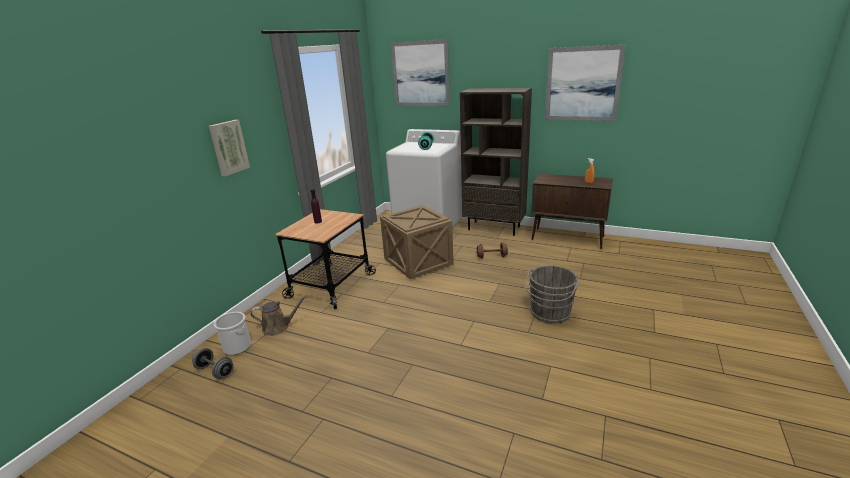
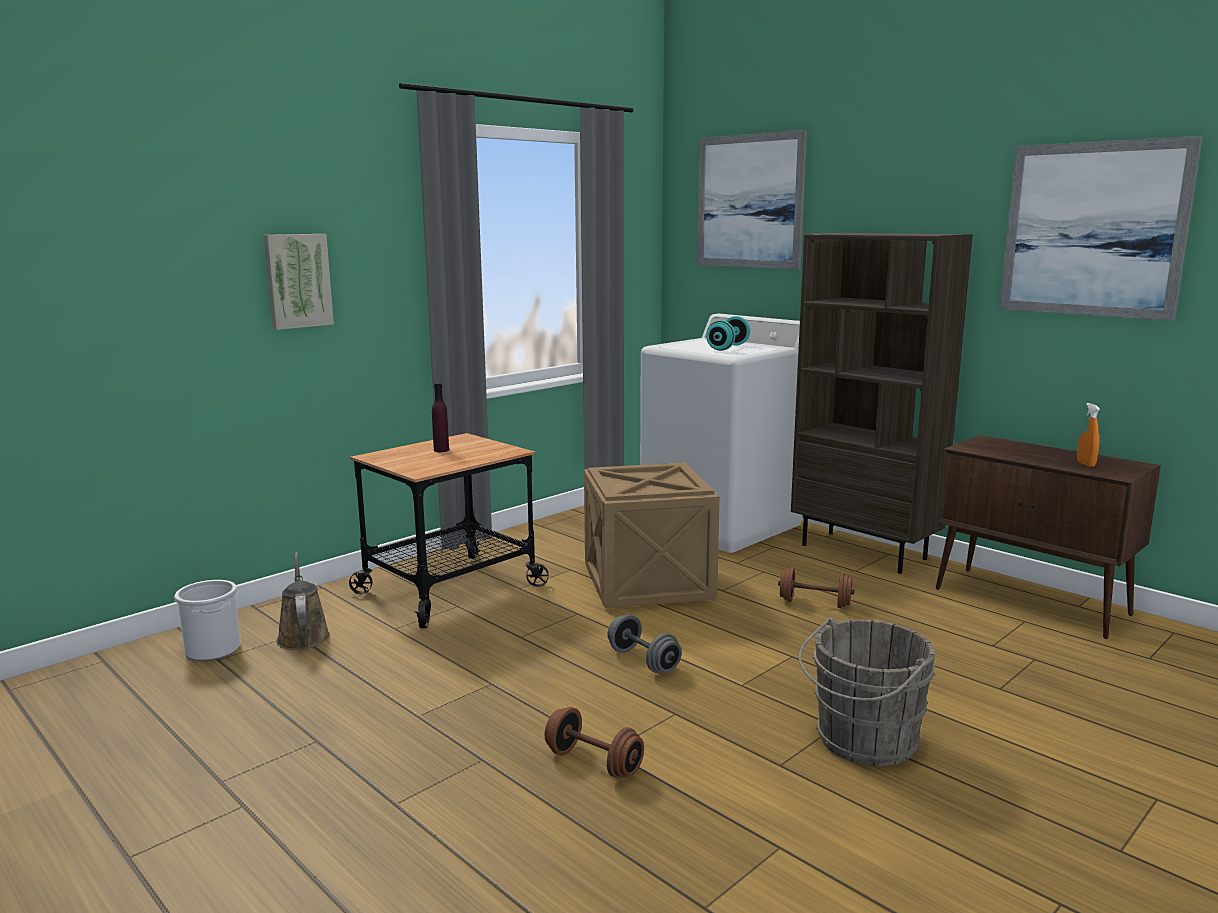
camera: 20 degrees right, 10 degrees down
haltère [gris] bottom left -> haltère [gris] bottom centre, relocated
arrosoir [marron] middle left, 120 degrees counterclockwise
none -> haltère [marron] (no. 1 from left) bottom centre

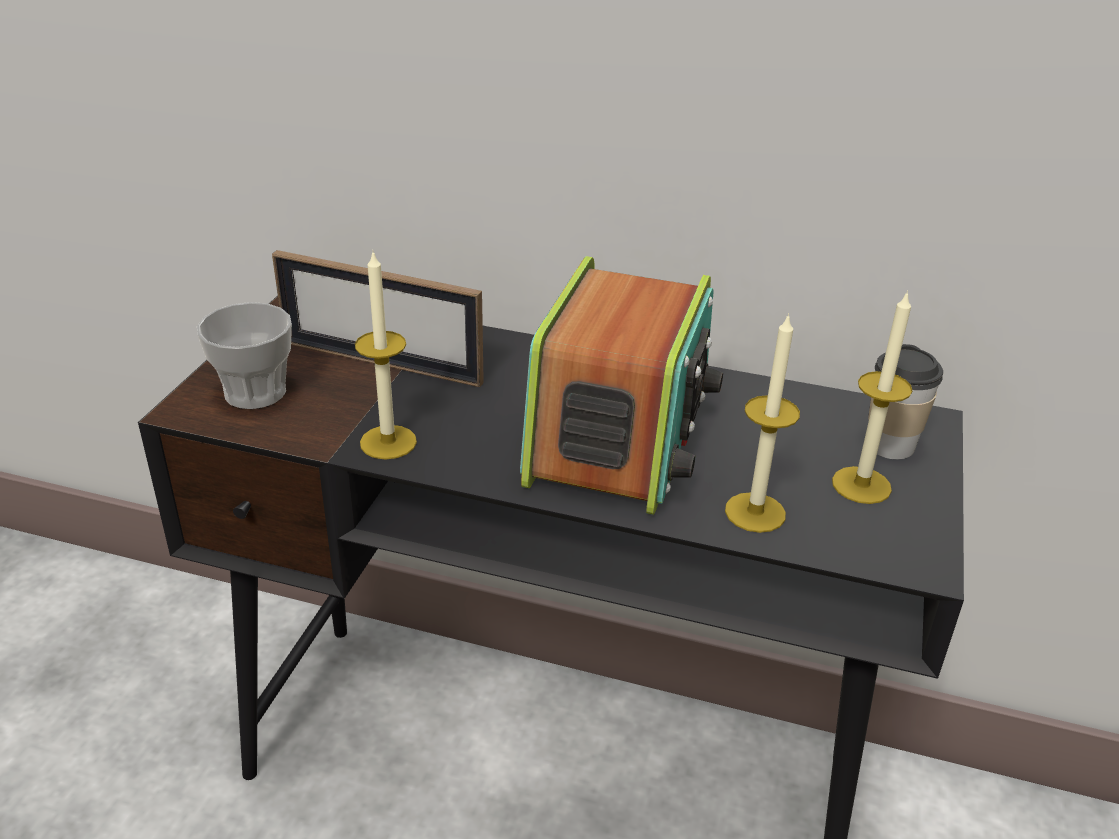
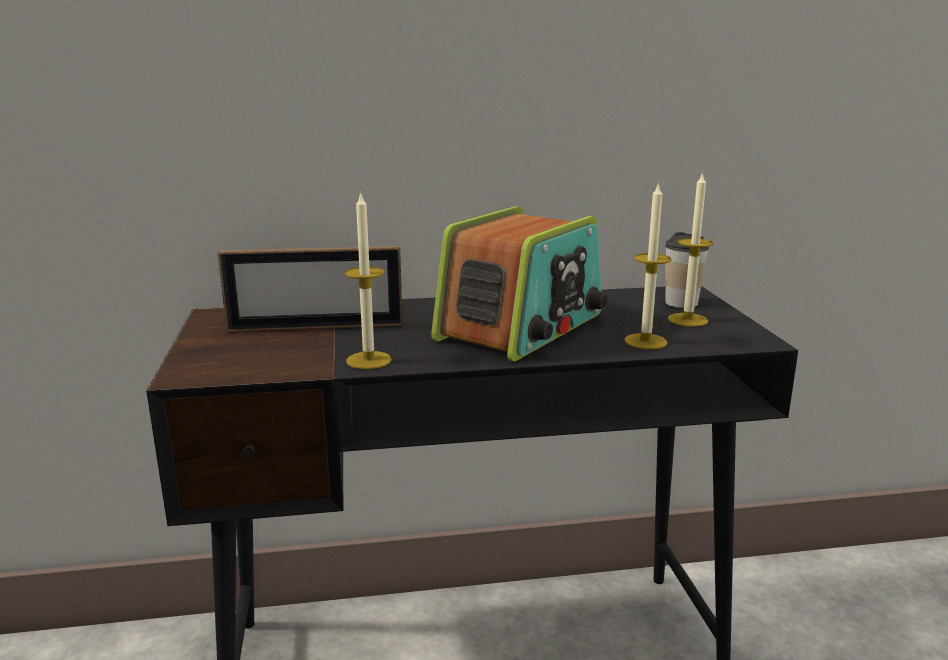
camera: 25 degrees left, 15 degrees down
tasse (no. 1 from left) middle left -> none
radio centre, 45 degrees clockwise

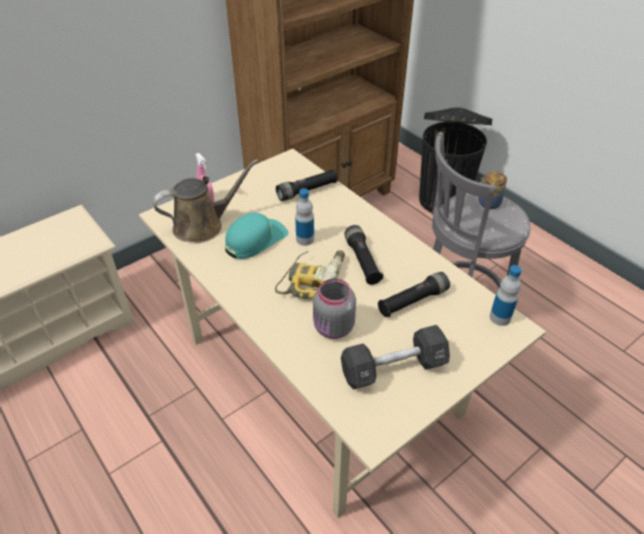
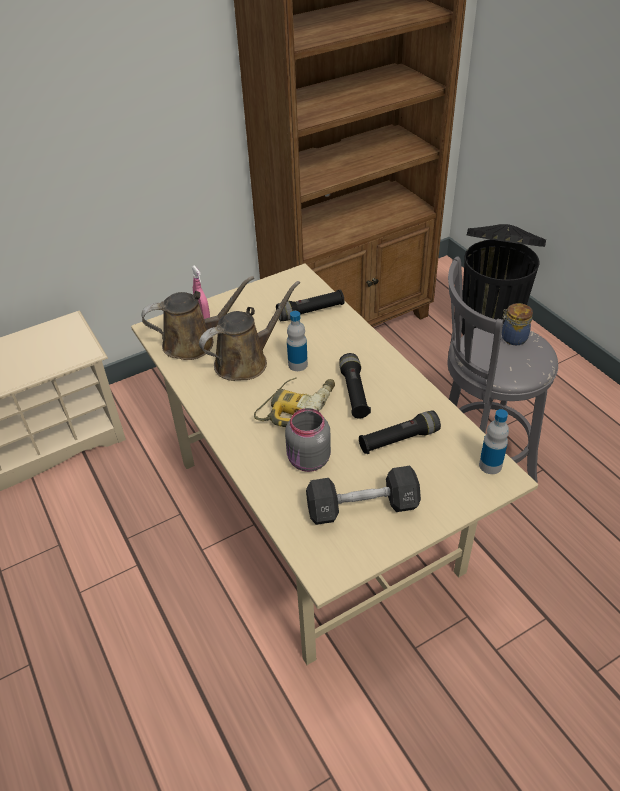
camera: 10 degrees right, 0 degrees up
casquette [turquoise] centre -> arrosoir [marron] (no. 2 from left) centre

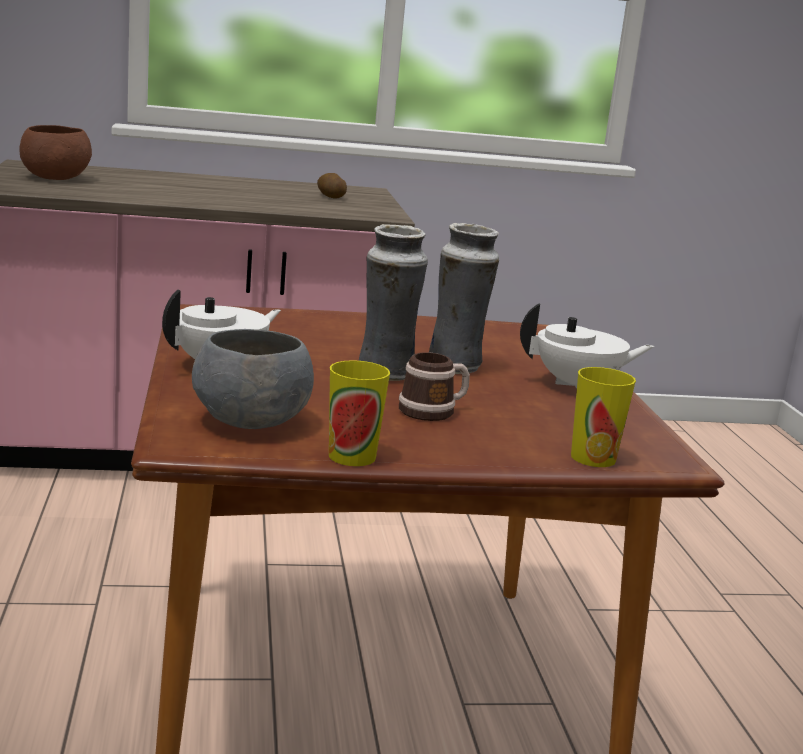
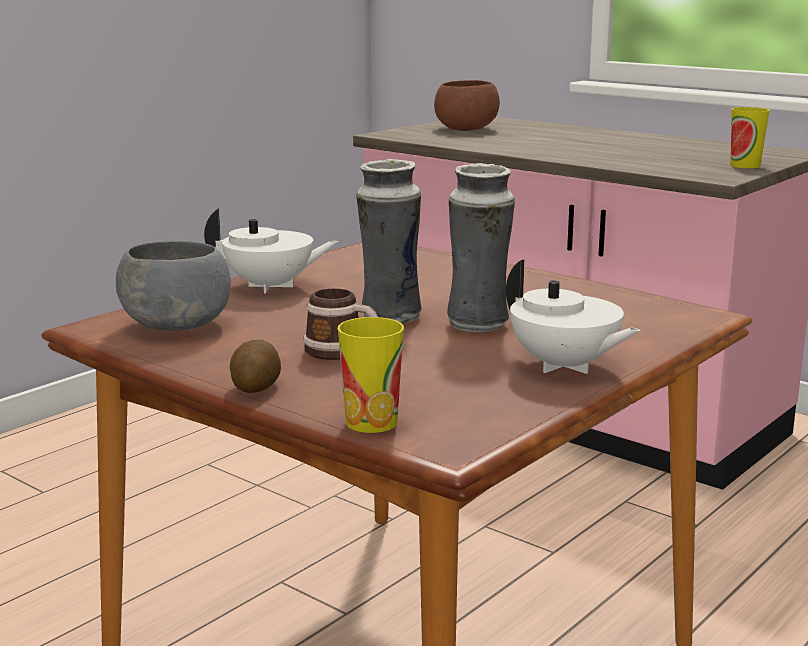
camera: 50 degrees right, 0 degrees up
pomme de terre top centre -> pomme de terre middle left, relocated
tasse (no. 1 from left in the first image) centre -> tasse (no. 2 from left) top right, relocated

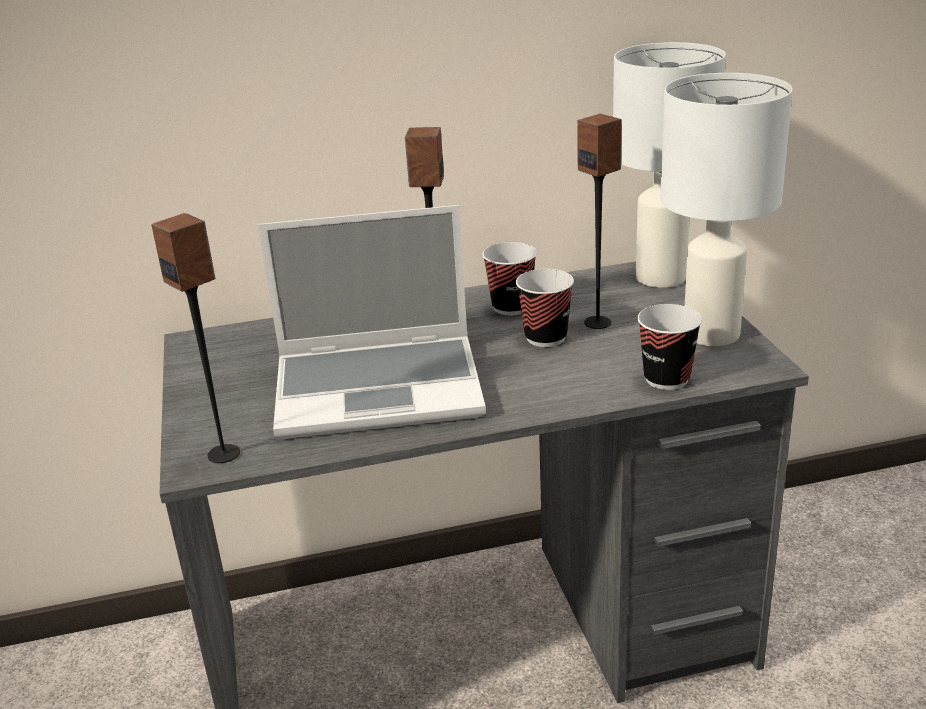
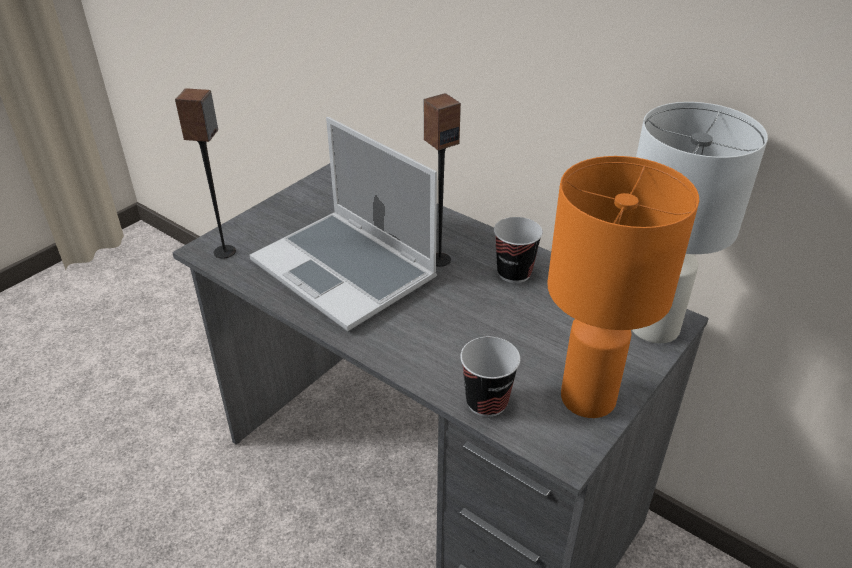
camera: 50 degrees right, 10 degrees up
tasse (no. 2 from left) centre -> none
enceinte (no. 3 from left) top centre -> none
lampe de table [blanc] (no. 2 from left) top right -> lampe de table [orange] middle right

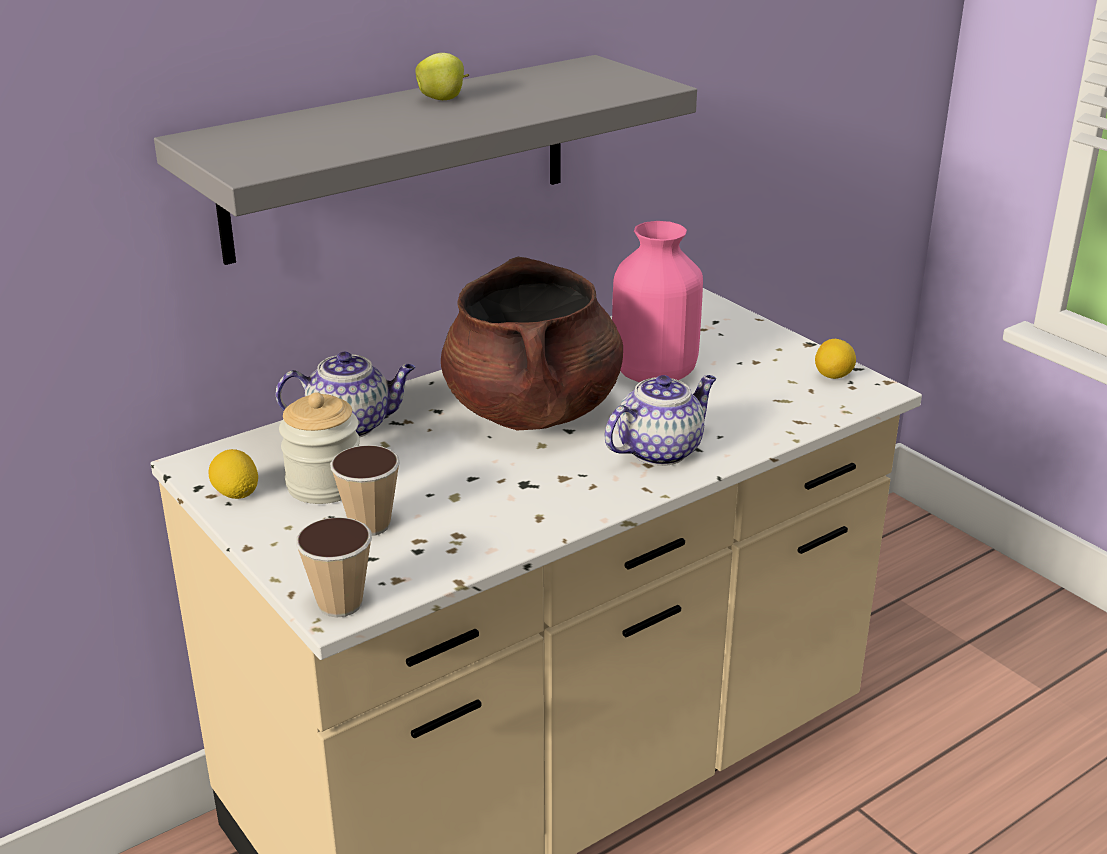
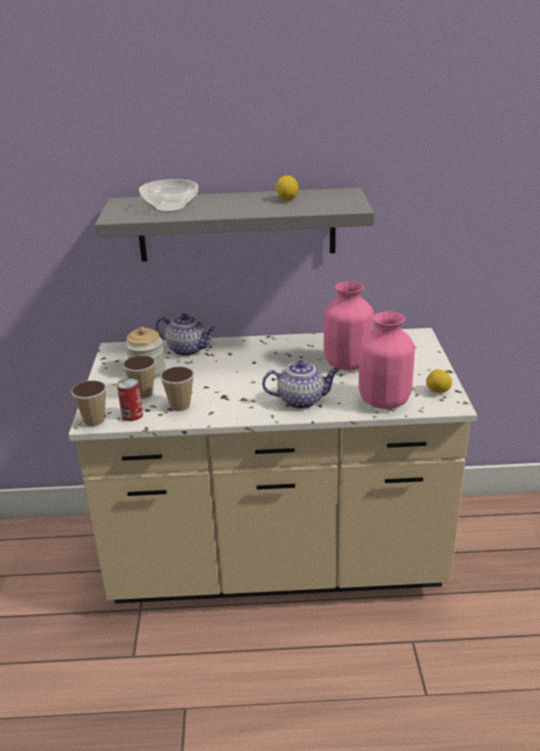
camera: 35 degrees right, 0 degrees up
citron (no. 1 from left) middle left -> citron (no. 1 from left) top centre, relocated
pomme top centre -> none
marmite [marron] centre -> none
none -> boîte métallique middle left
none -> bol top left
none -> tasse (no. 3 from left) middle left
none -> vase [rose] (no. 2 from left) middle right

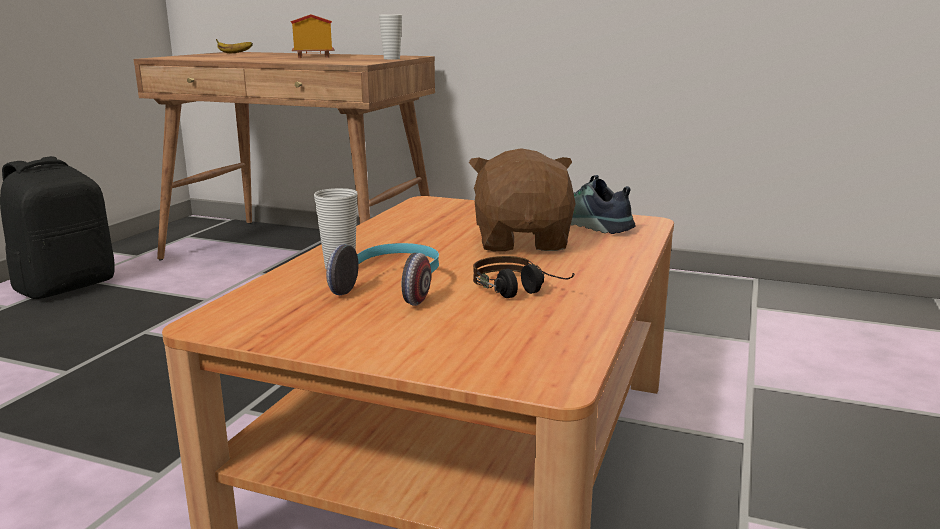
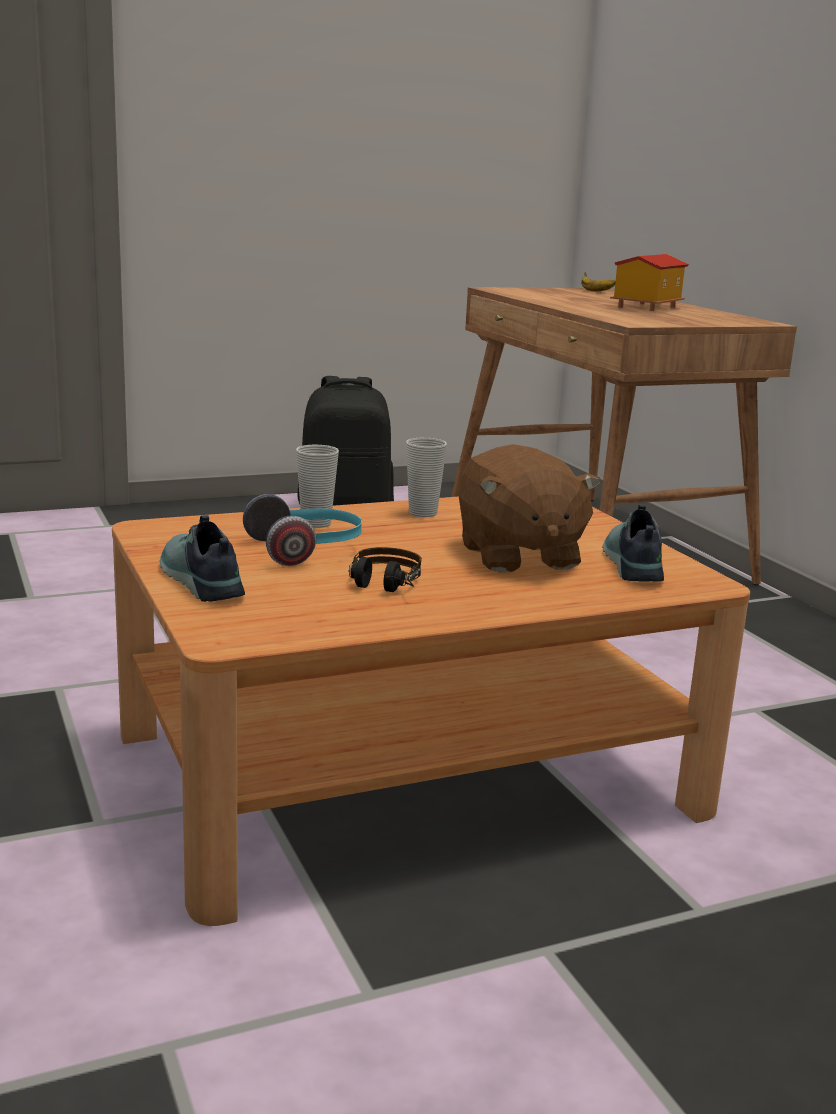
camera: 45 degrees right, 0 degrees up
tasse (no. 2 from left) top centre -> tasse (no. 2 from left) centre, relocated
peluche [marron] centre, 120 degrees clockwise
none -> chaussure (no. 1 from left) middle left

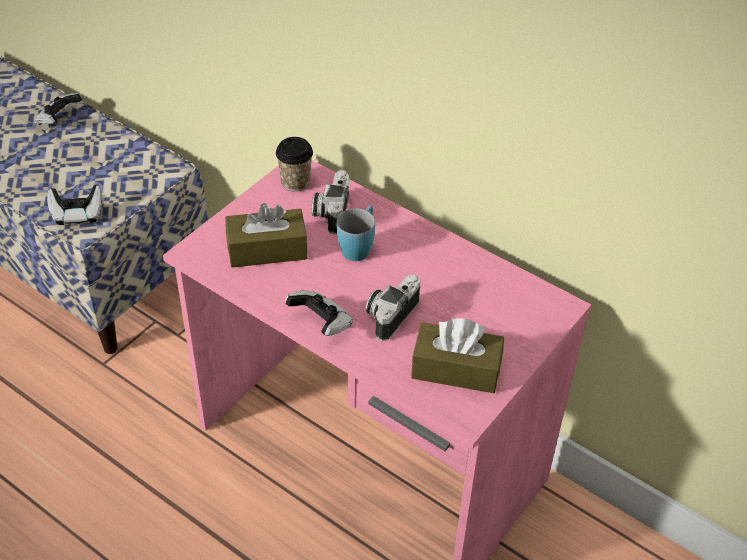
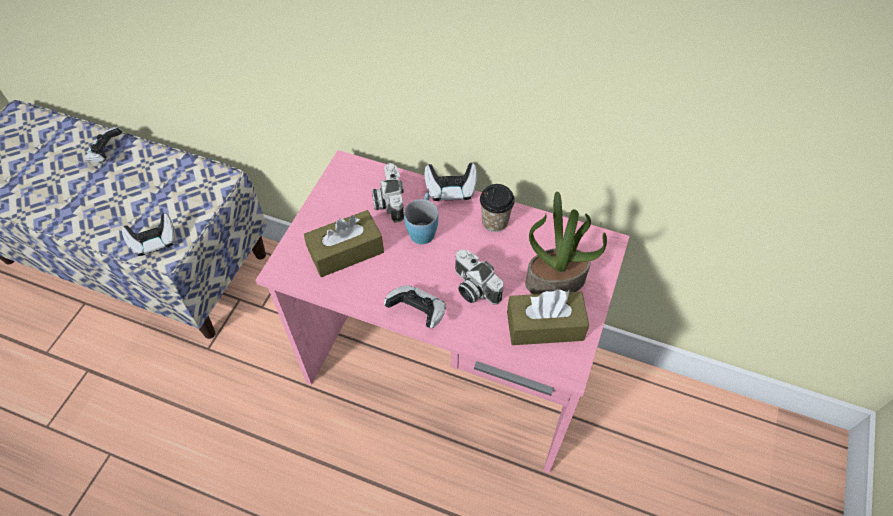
camera: 15 degrees left, 10 degrees up
tasse top centre -> tasse centre, relocated
appareil photo (no. 2 from left) centre, 60 degrees counterclockwise
none -> manette (no. 4 from left) centre
none -> plante en pot centre

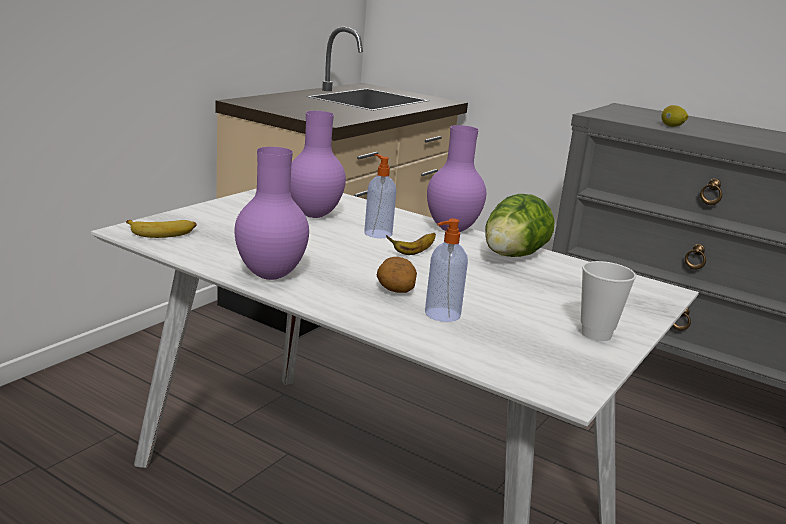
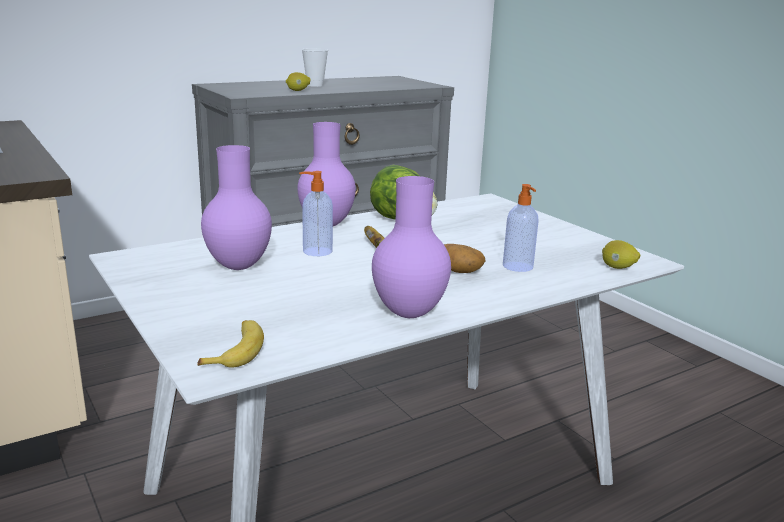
camera: 65 degrees left, 0 degrees up
tasse middle right -> tasse top centre, relocated
none -> citron (no. 2 from left) middle right

